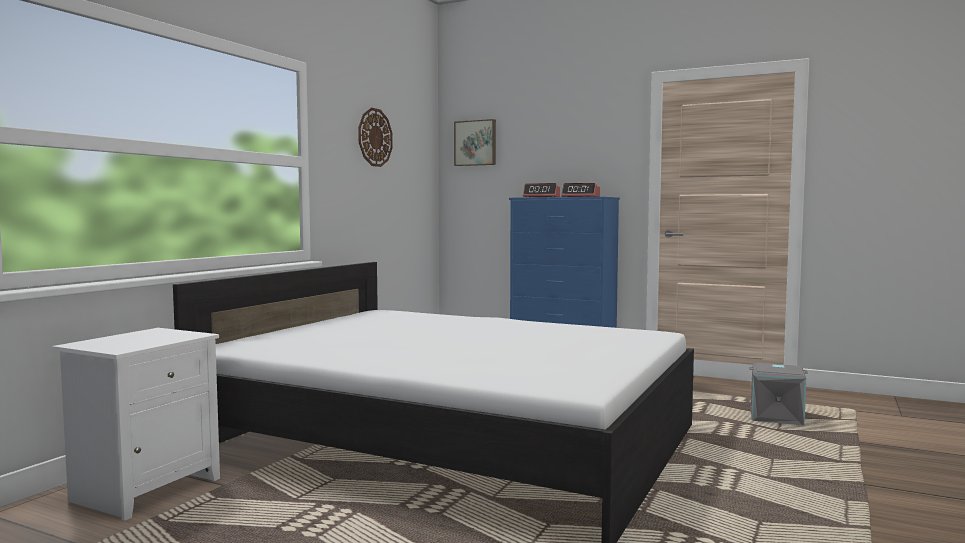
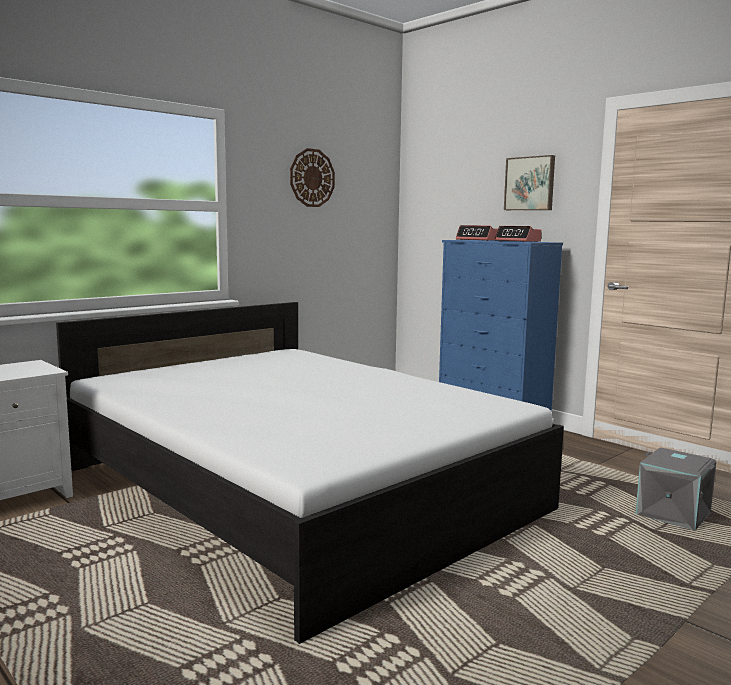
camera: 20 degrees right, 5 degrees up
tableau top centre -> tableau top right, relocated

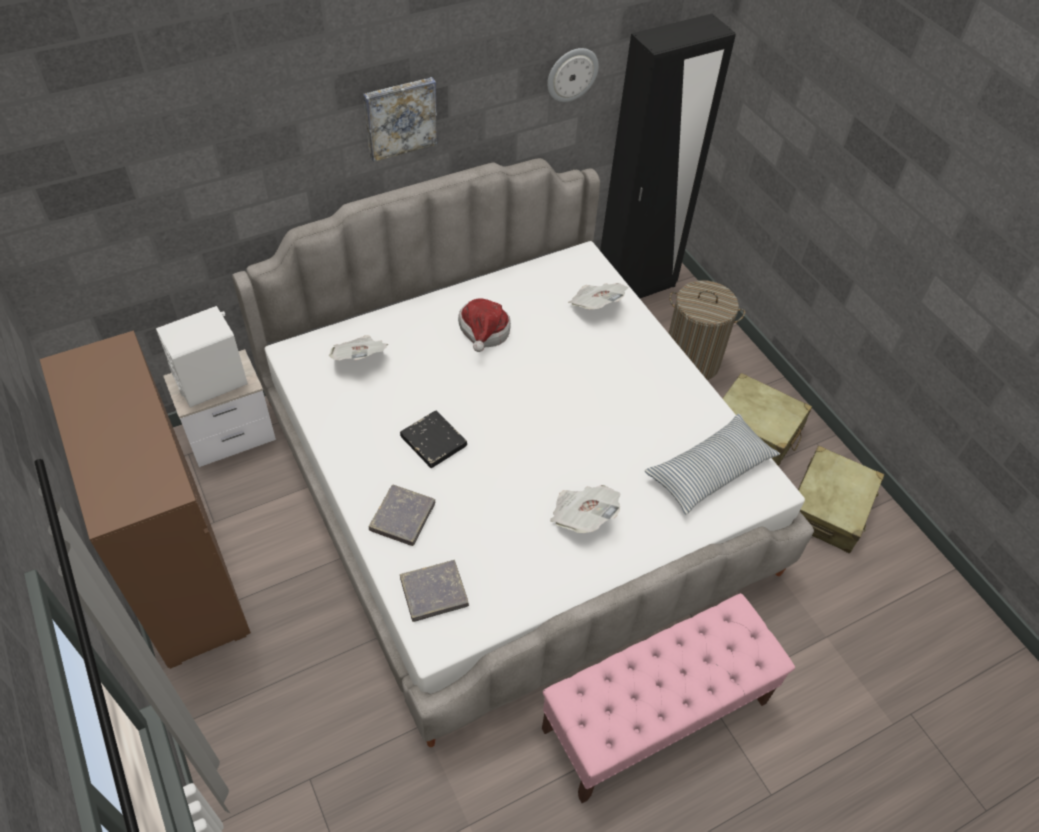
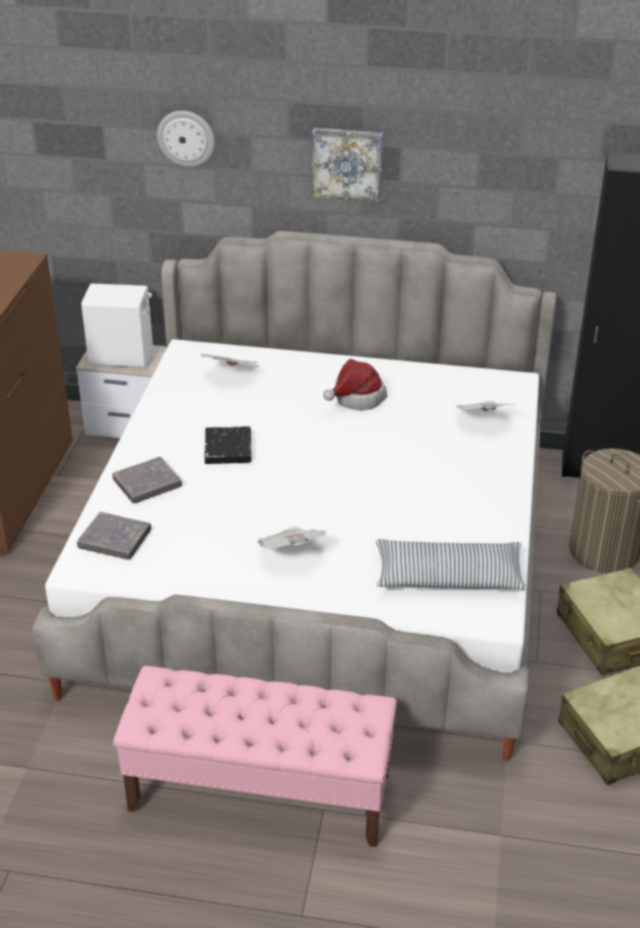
camera: 40 degrees right, 15 degrees down
horloge murale top centre -> horloge murale top left, relocated

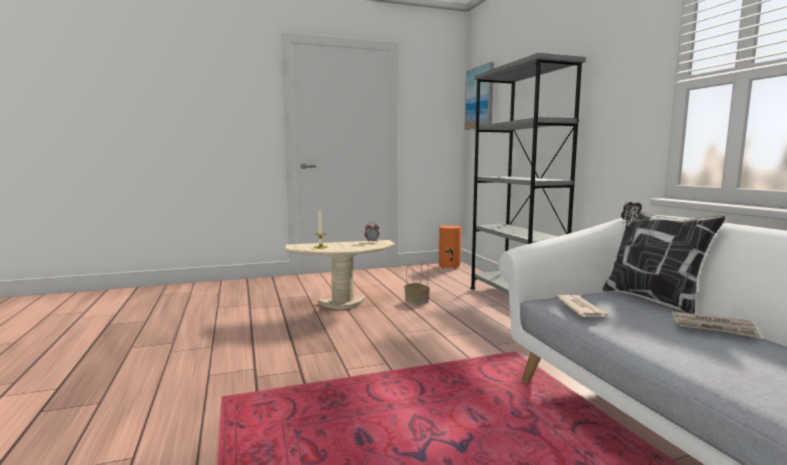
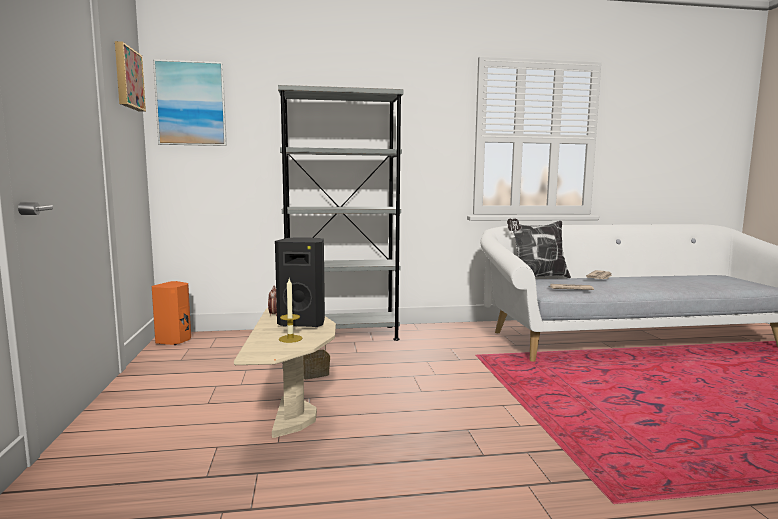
camera: 80 degrees left, 0 degrees up
none -> tableau (no. 1 from left) top left
none -> enceinte [noir] centre

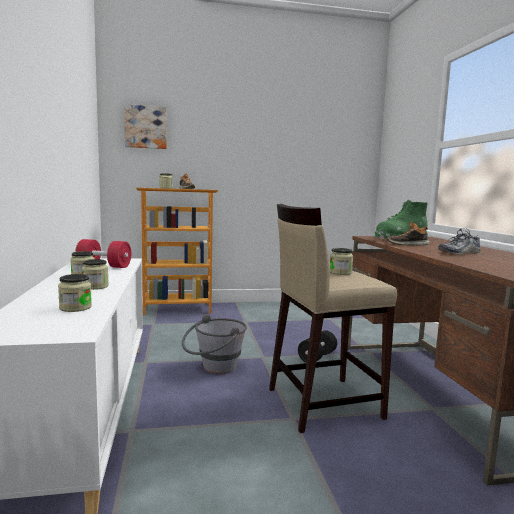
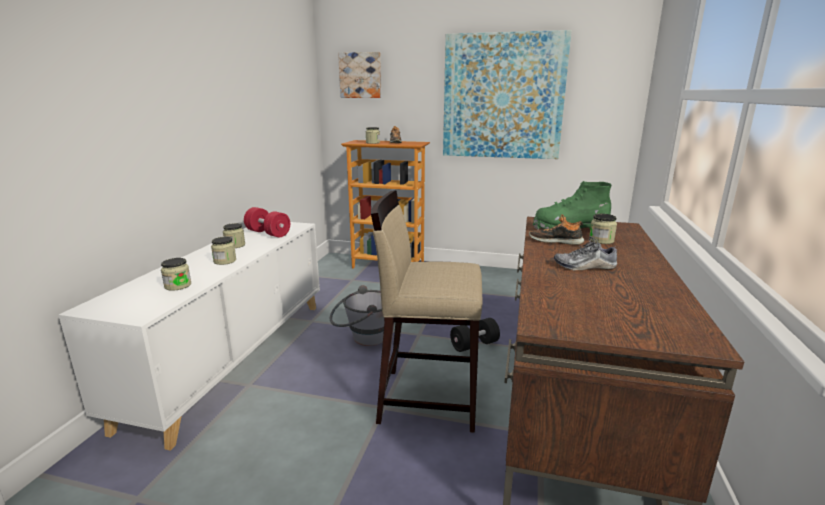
camera: 25 degrees right, 10 degrees up
bocal (no. 5 from left) centre -> bocal (no. 5 from left) middle right, relocated
none -> tableau (no. 2 from left) top centre

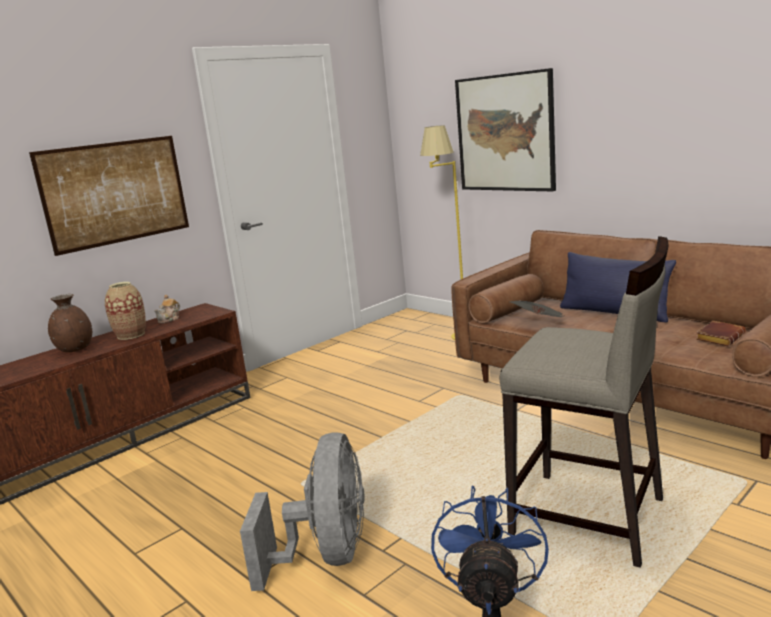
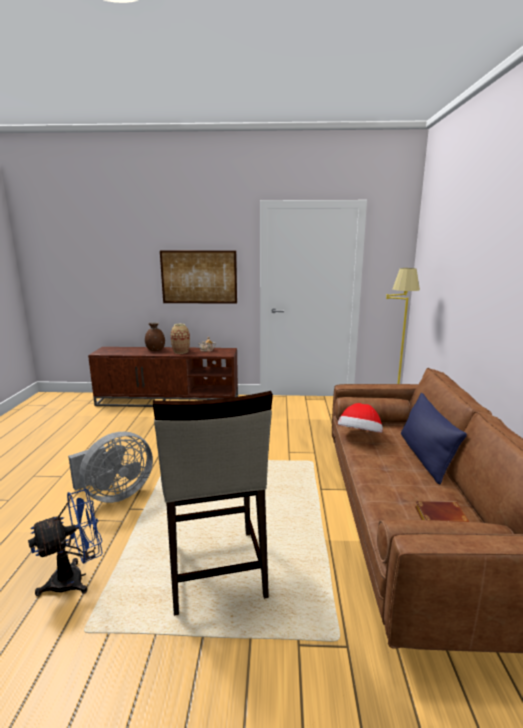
camera: 45 degrees right, 0 degrees up
tableau (no. 2 from left) top centre -> none
journal middle right -> chapeau middle right

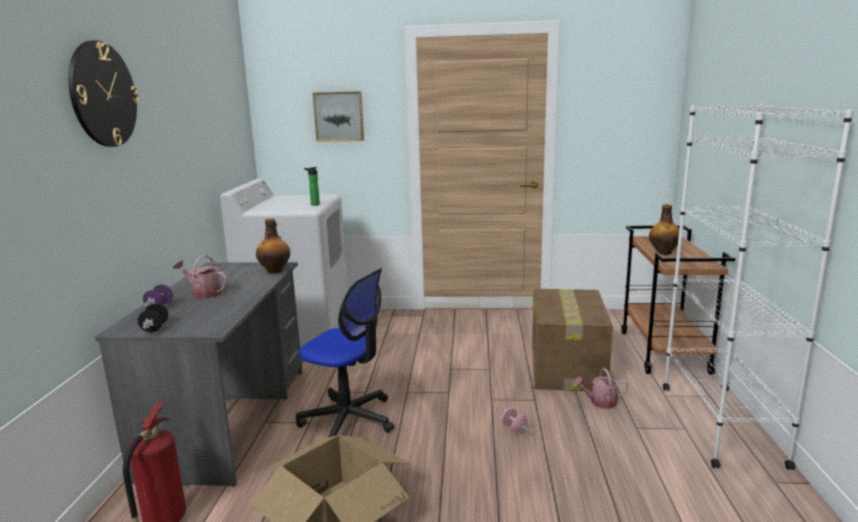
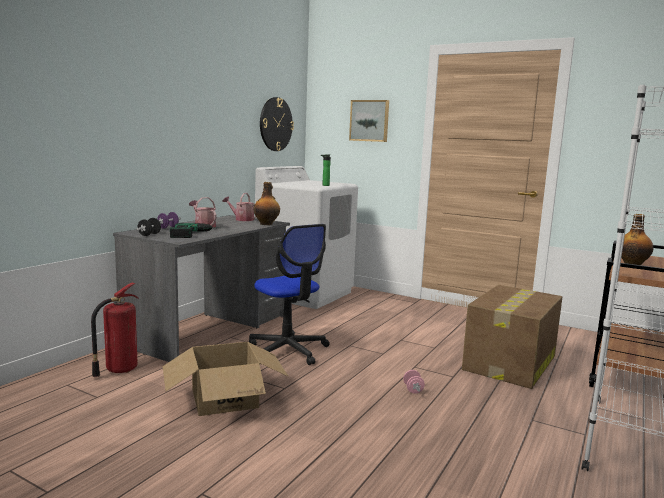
camera: 25 degrees right, 5 degrees down
horloge murale top left -> horloge murale top centre, relocated
arrosoir (no. 2 from left) bottom right -> arrosoir (no. 2 from left) centre, relocated
none -> perceuse middle left

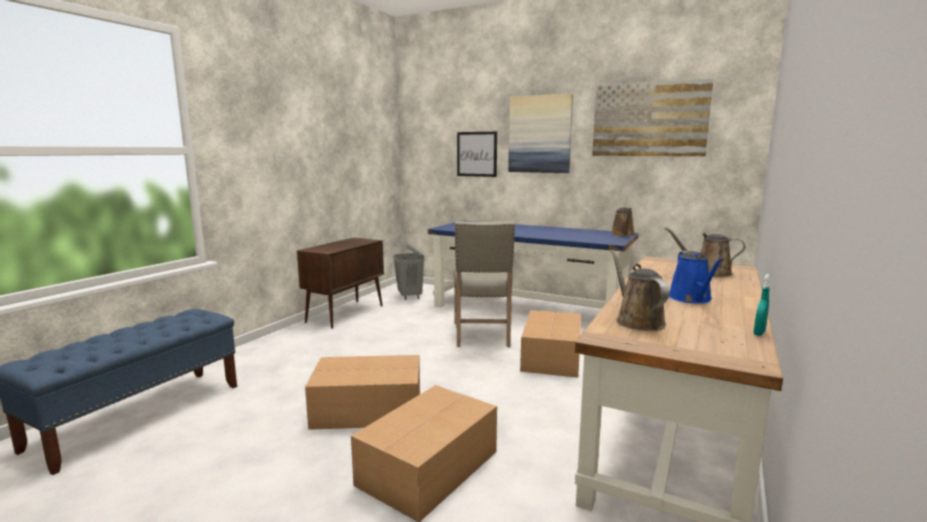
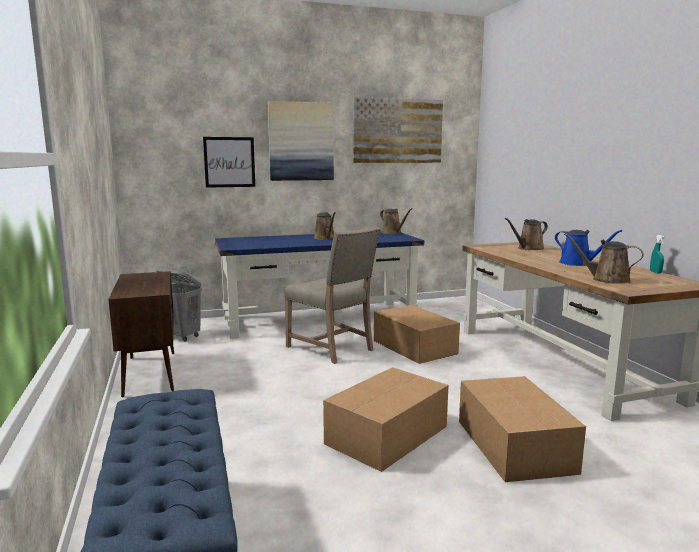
camera: 45 degrees left, 0 degrees up
none -> arrosoir [marron] (no. 1 from left) centre

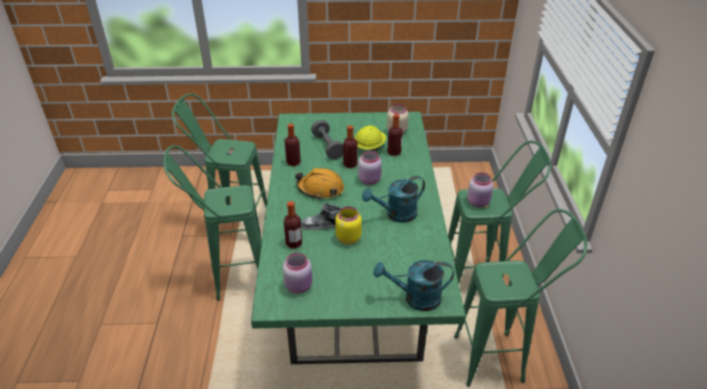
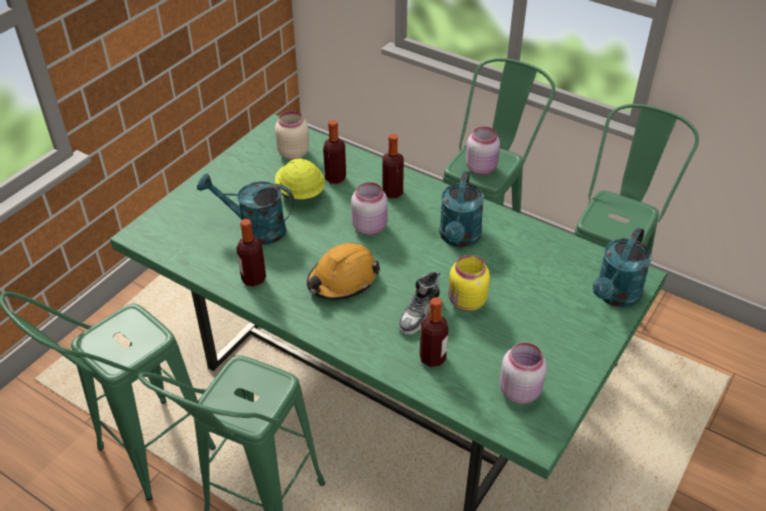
camera: 55 degrees left, 5 degrees up
haltère [gris] centre -> arrosoir [turquoise] (no. 1 from left) middle left
bouteille (no. 3 from left) centre -> bouteille (no. 3 from left) top centre, relocated

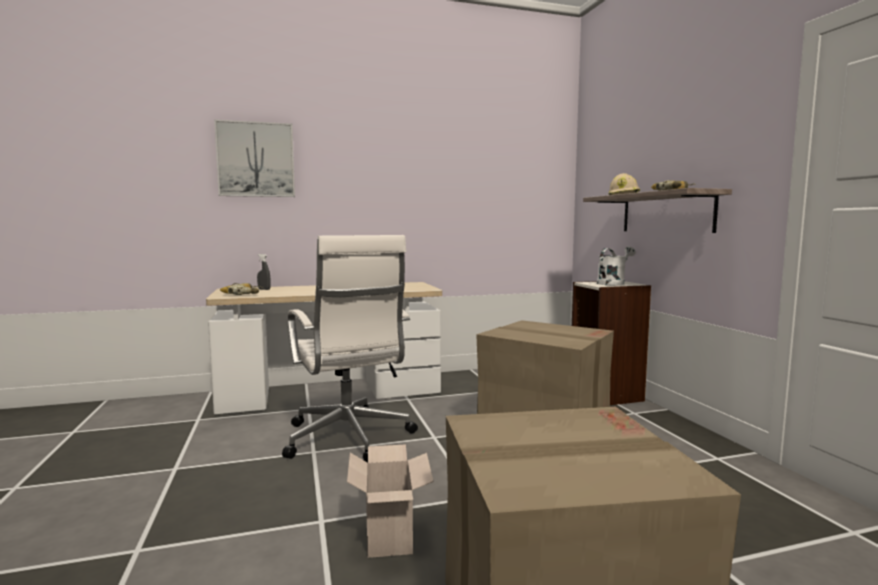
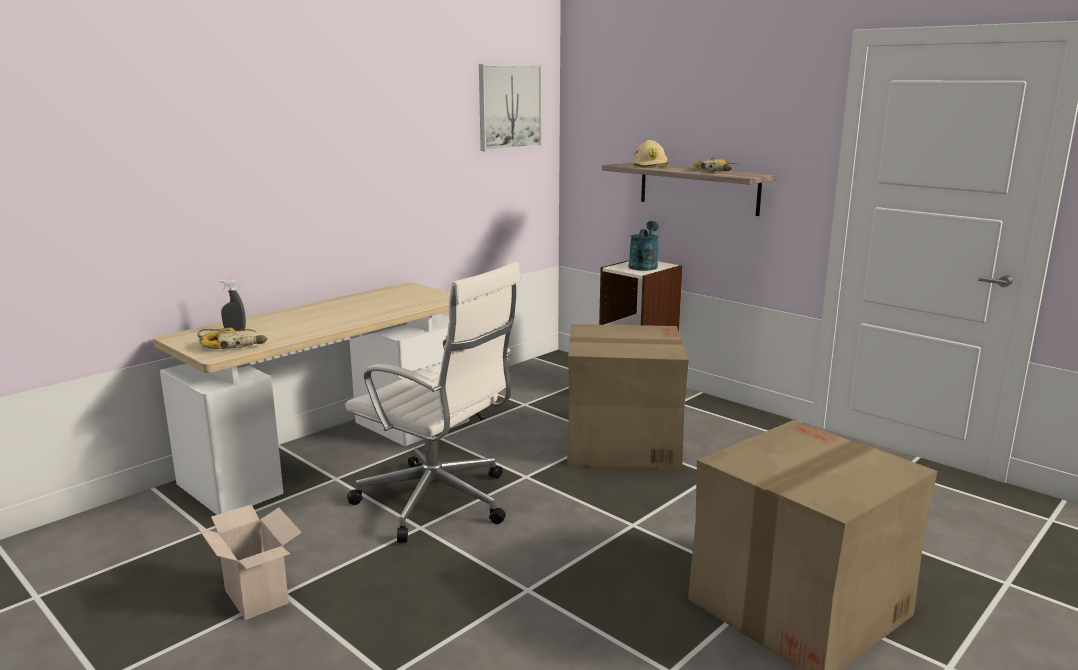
camera: 30 degrees left, 10 degrees up
tableau top left -> tableau top centre, relocated
carton (no. 1 from left) bottom centre -> carton (no. 1 from left) bottom left, relocated
arrosoir [blanc] middle right -> arrosoir [turquoise] centre

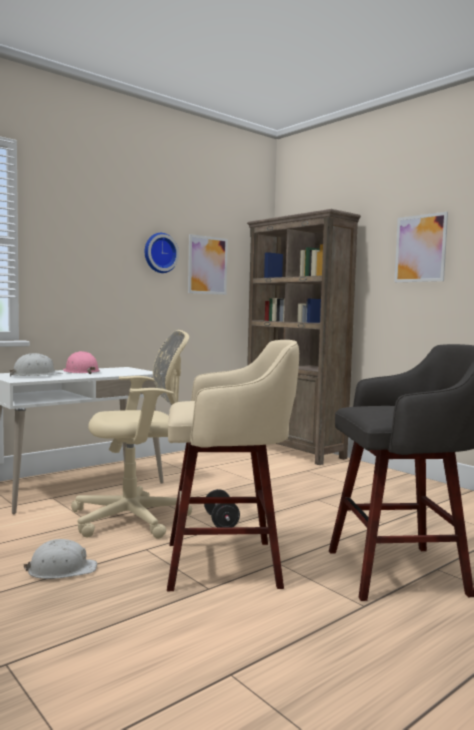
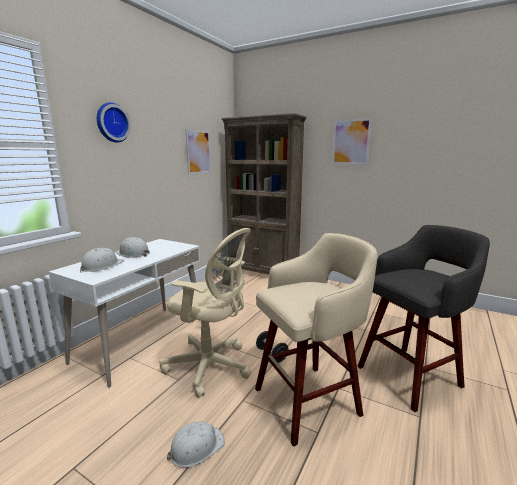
camera: 20 degrees left, 10 degrees up
casque de chantier [rose] middle left -> casque de chantier [blanc] (no. 2 from left) middle left
chaise de bureau [beige] middle left -> chaise de bureau [beige] centre, 60 degrees clockwise
horloge murale centre -> horloge murale top left, relocated

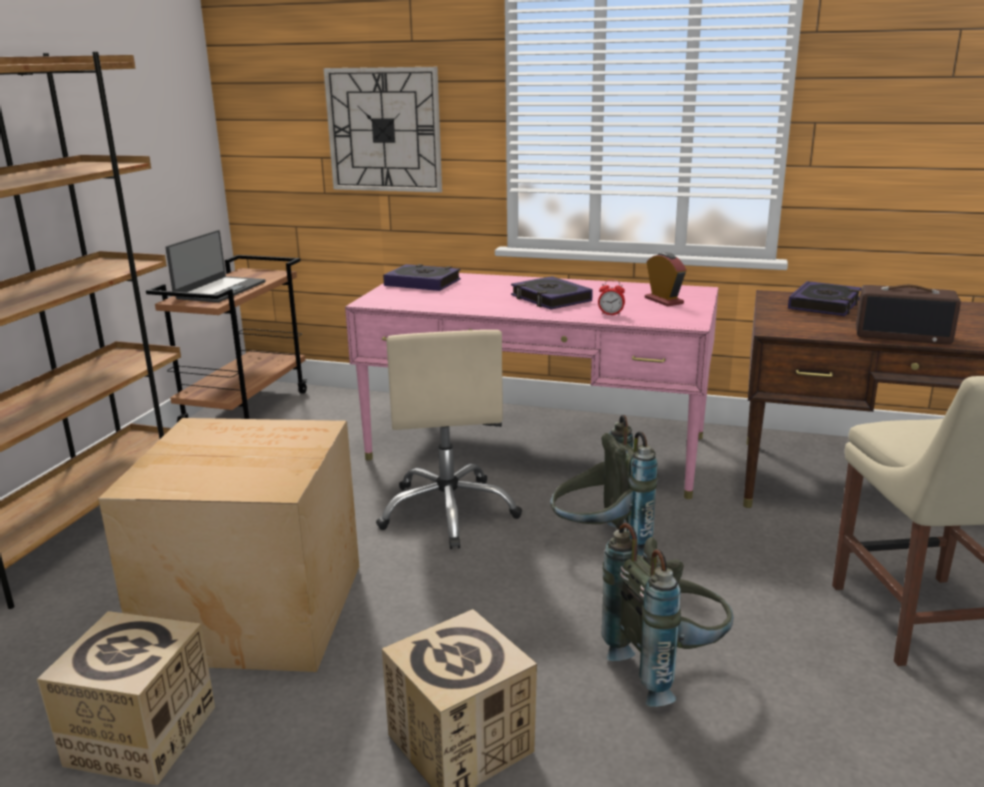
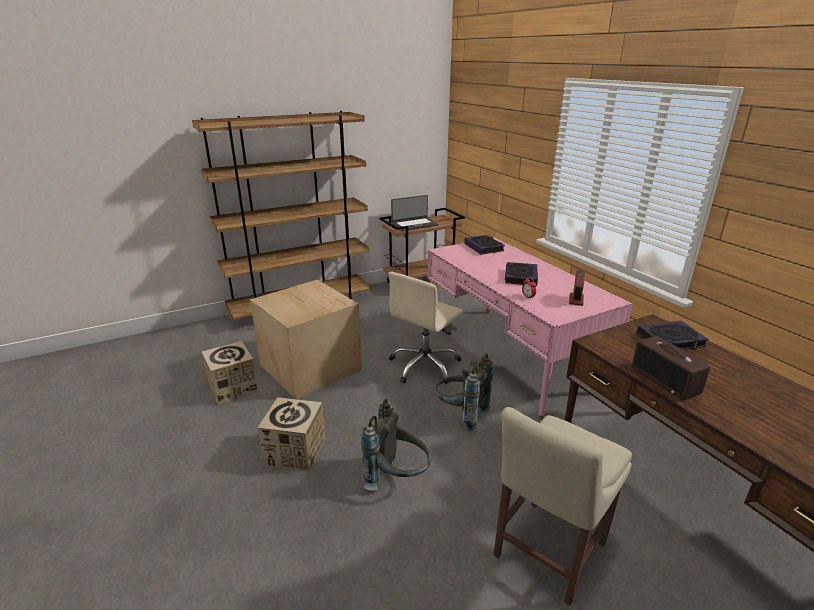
camera: 45 degrees right, 5 degrees up
horloge murale top centre -> none

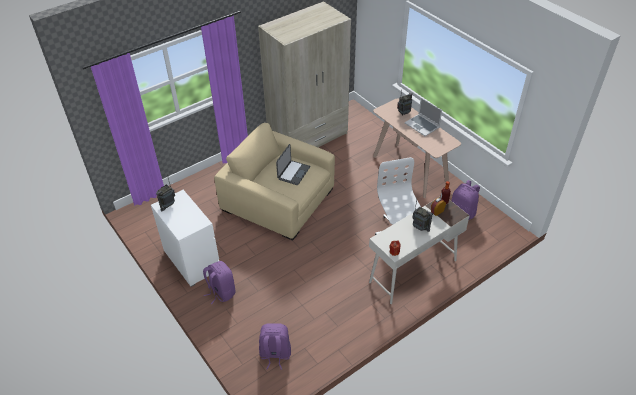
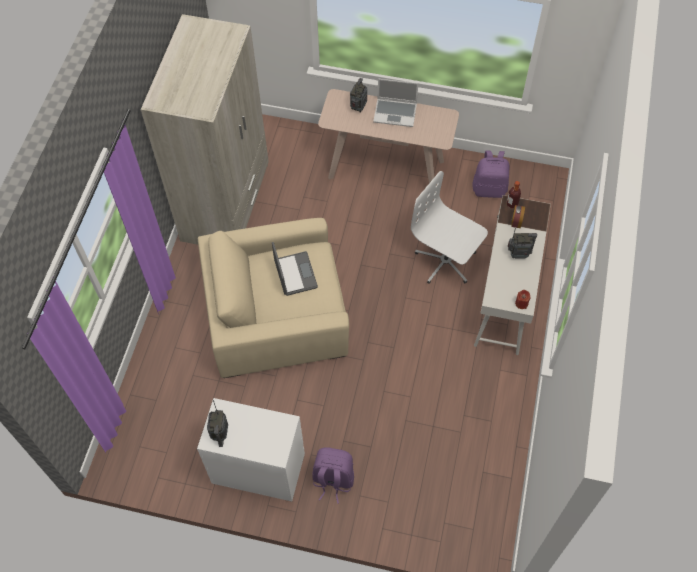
camera: 40 degrees left, 15 degrees up
sac à dos [violet] (no. 2 from left) bottom centre -> none

